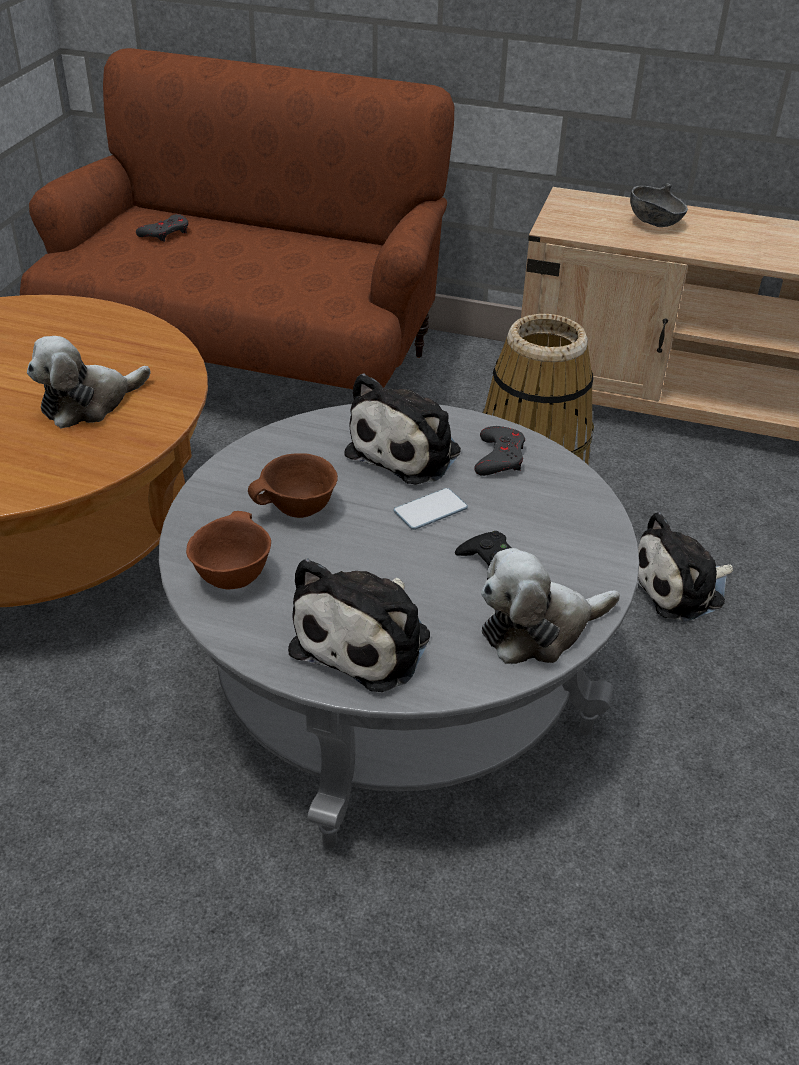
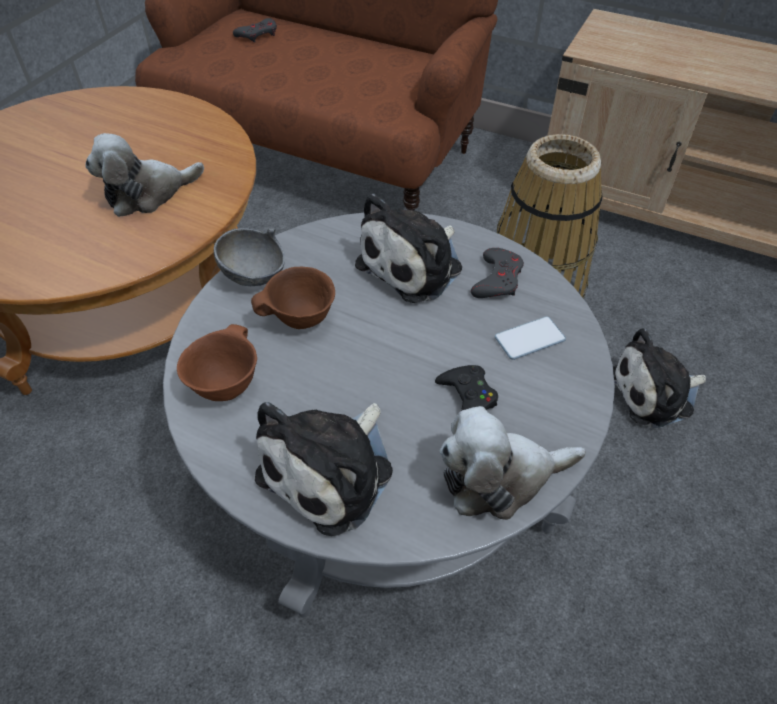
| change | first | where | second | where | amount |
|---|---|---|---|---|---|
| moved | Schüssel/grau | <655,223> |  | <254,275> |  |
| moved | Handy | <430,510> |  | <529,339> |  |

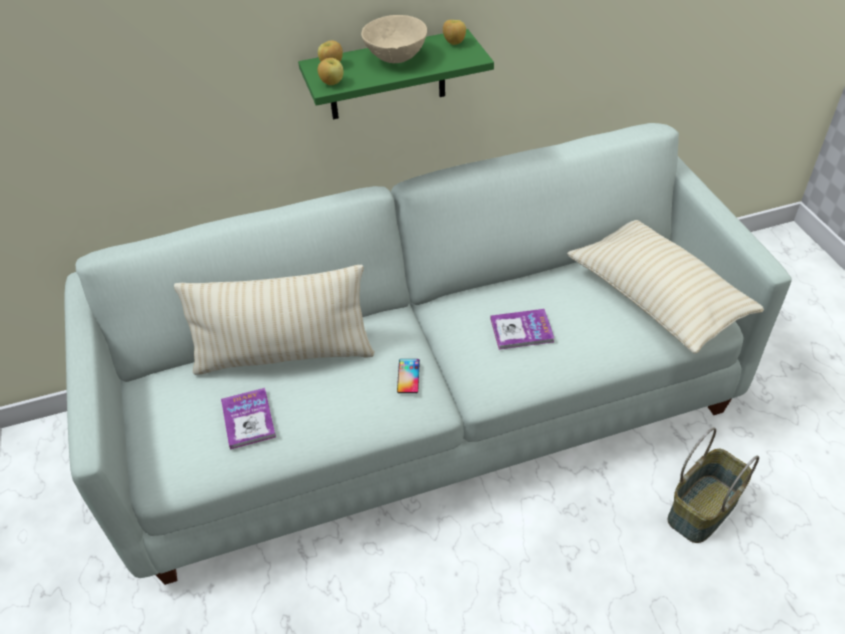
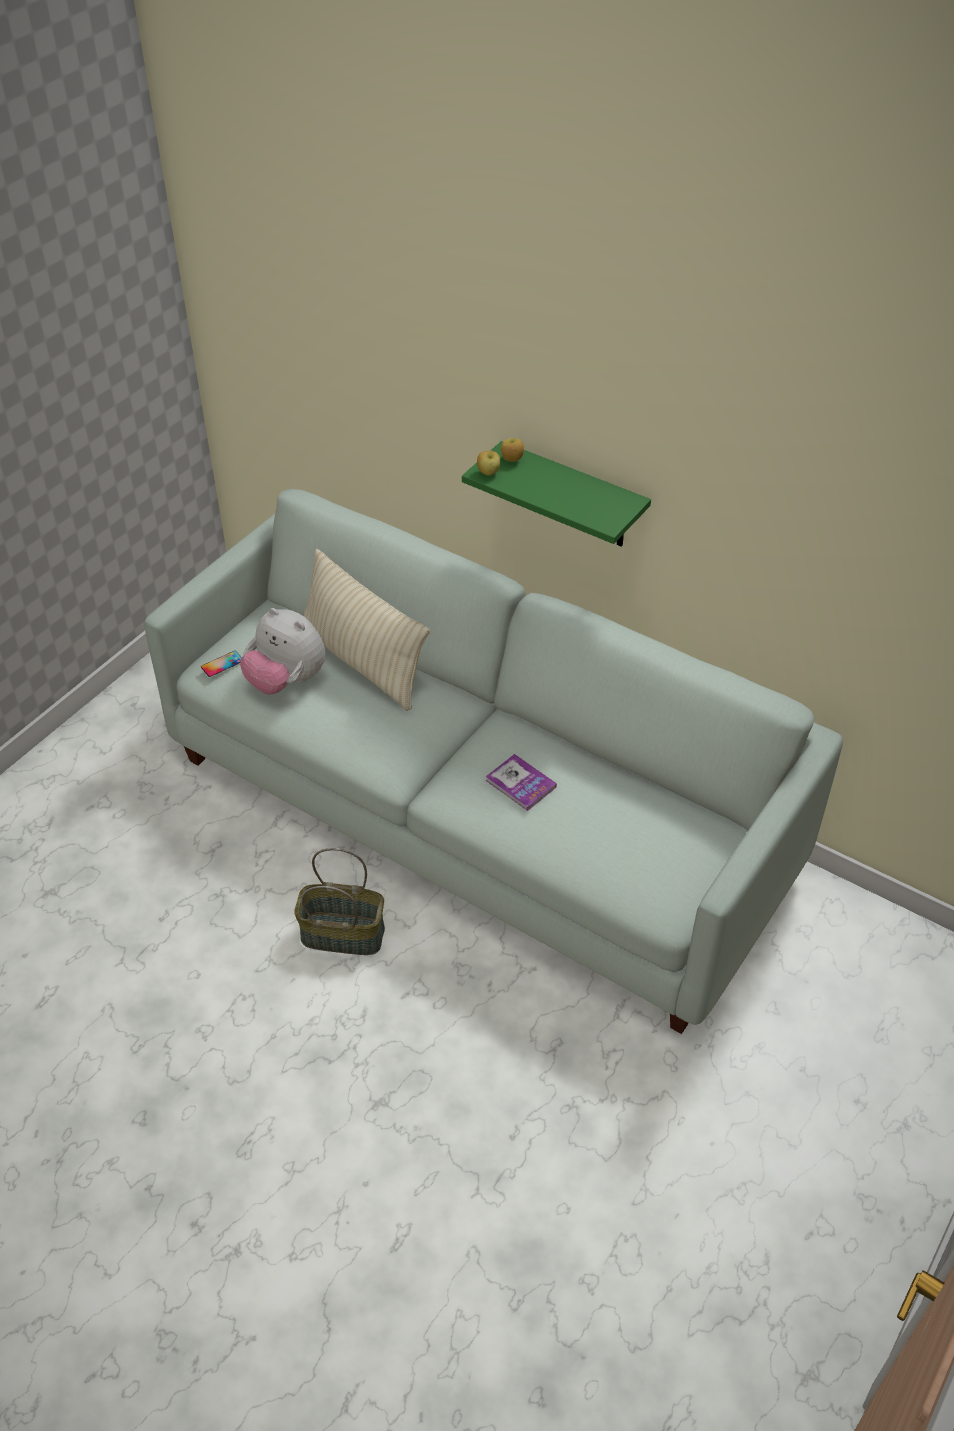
| change | first | where | second | where | amount |
|---|---|---|---|---|---|
| removed | Schüssel/beige | <395,58> |  |  |  |
| removed | Apfel | <454,43> |  |  |  |
| removed | Kissen/beige | <656,298> |  |  |  |
| moved | Handy | <408,376> |  | <222,664> |  |
| replaced | Buch | <248,419> | Plüschtier | <286,681> |  |
| moved | Korb | <702,507> |  | <343,933> |  |

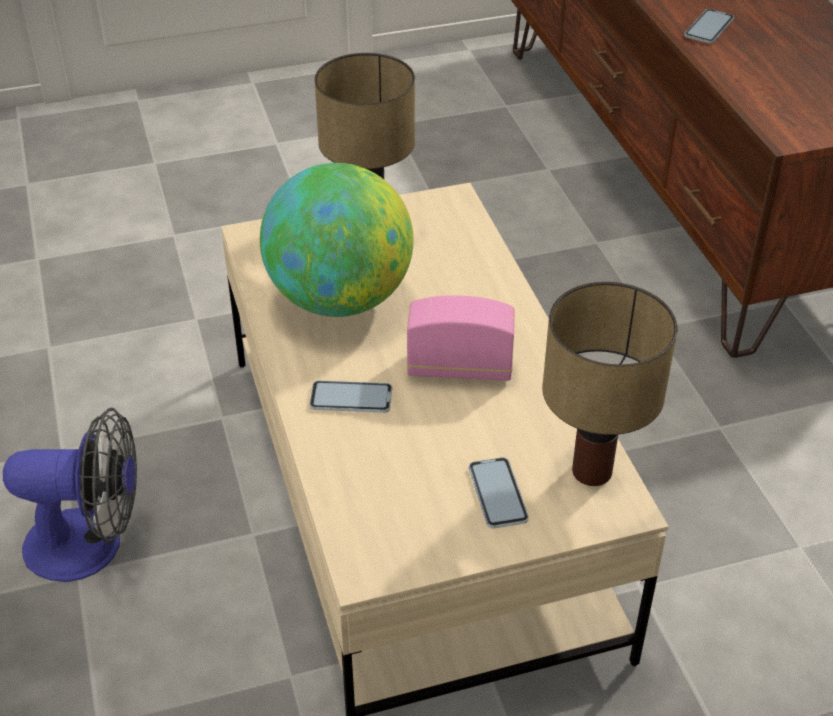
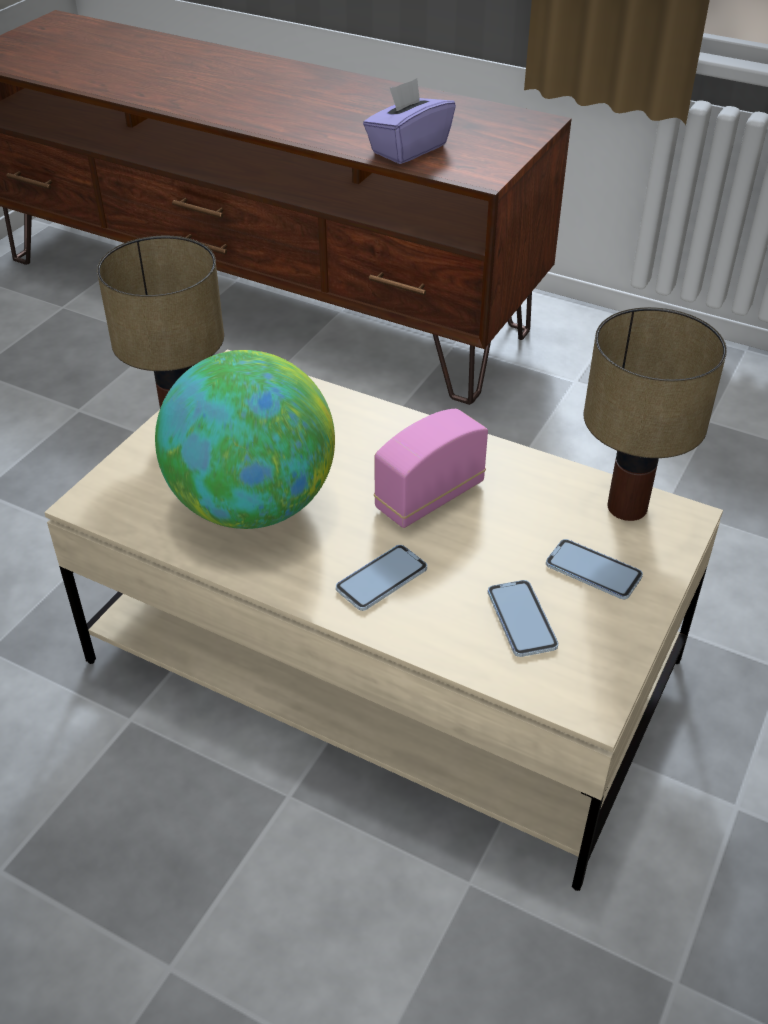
| change | first | where | second | where | amount |
|---|---|---|---|---|---|
| moved | Handy | <709,28> |  | <521,619> |  |
| removed | Ventilator | <91,544> |  |  |  |
| added |  |  | Taschentuchbox/lila | <408,149> |  |

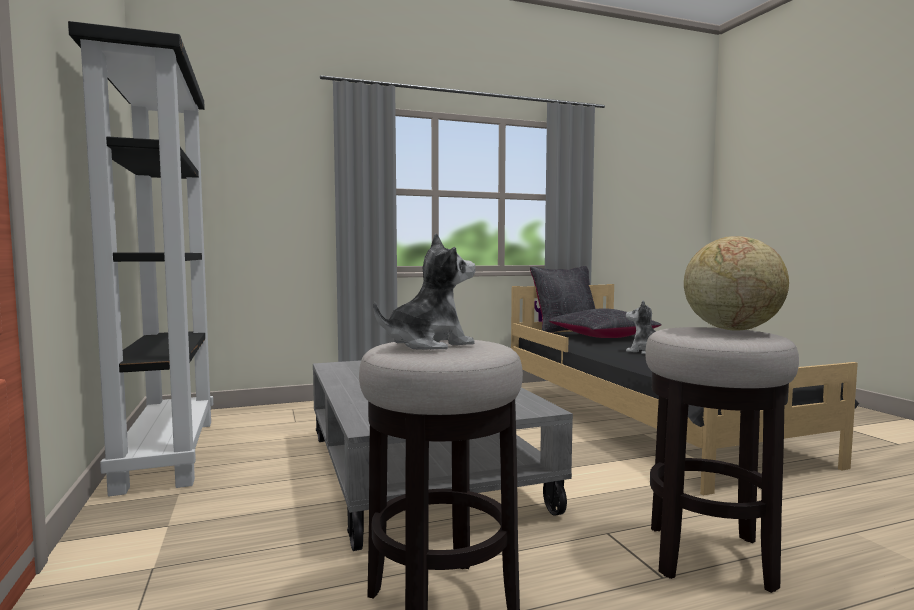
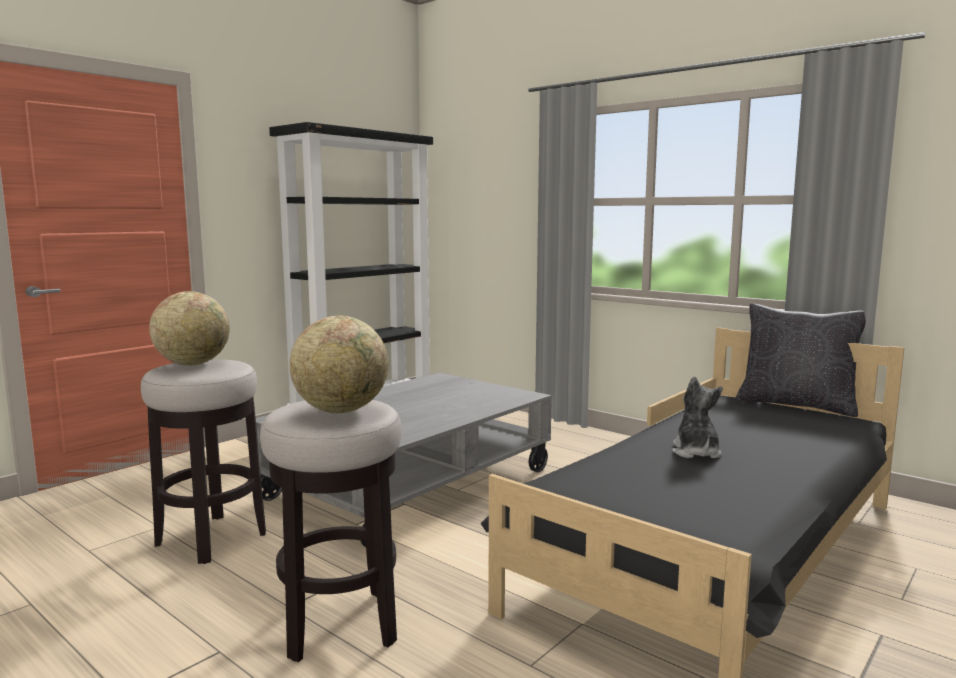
| change | first | where | second | where | amount |
|---|---|---|---|---|---|
| replaced | Plüschtier | <428,344> | Globus | <193,364> |  |
| removed | Kissen/schwarz | <602,337> |  |  |  |

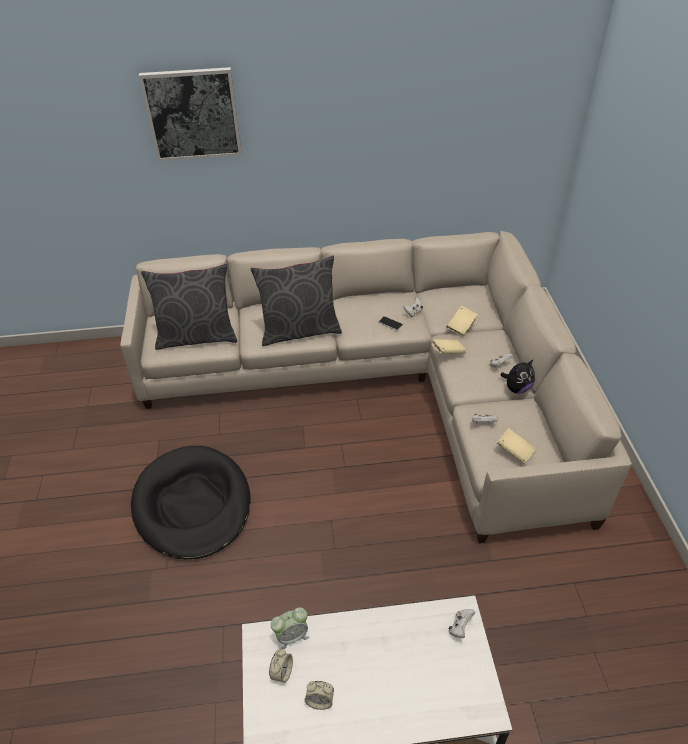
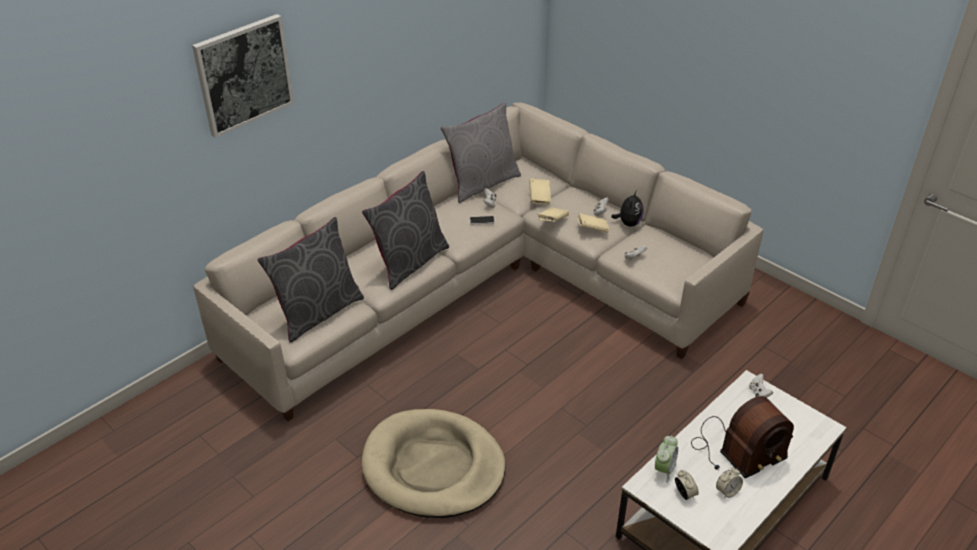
| change | first | where | second | where | amount |
|---|---|---|---|---|---|
| moved | Buch/beige | <514,452> |  | <592,229> |  |
| recoloured | Hundebett/schwarz | <192,505> | Hundebett/beige | <433,467> |  |
| added |  |  | Kissen/grau | <482,183> |  |
| added |  |  | Radio | <736,450> |  |

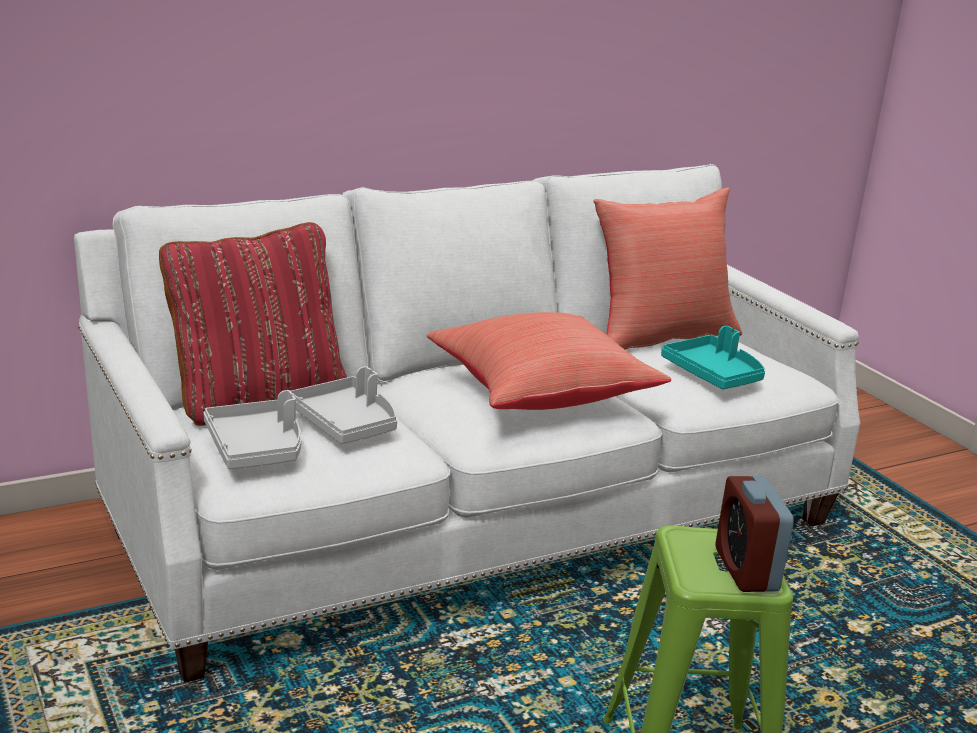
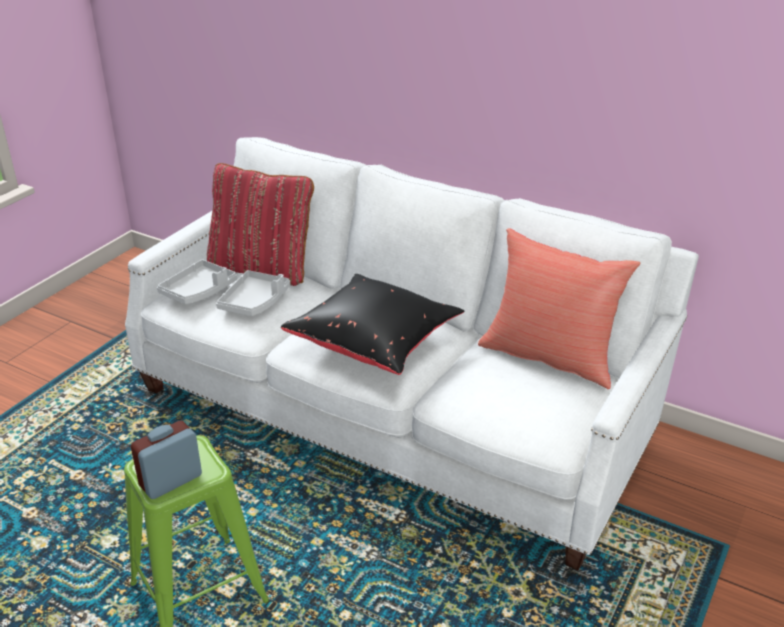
| change | first | where | second | where | amount |
|---|---|---|---|---|---|
| recoloured | Kissen/rot | <539,393> | Kissen/schwarz | <375,343> |  |
| removed | Tablett/türkis | <714,374> |  |  |  |

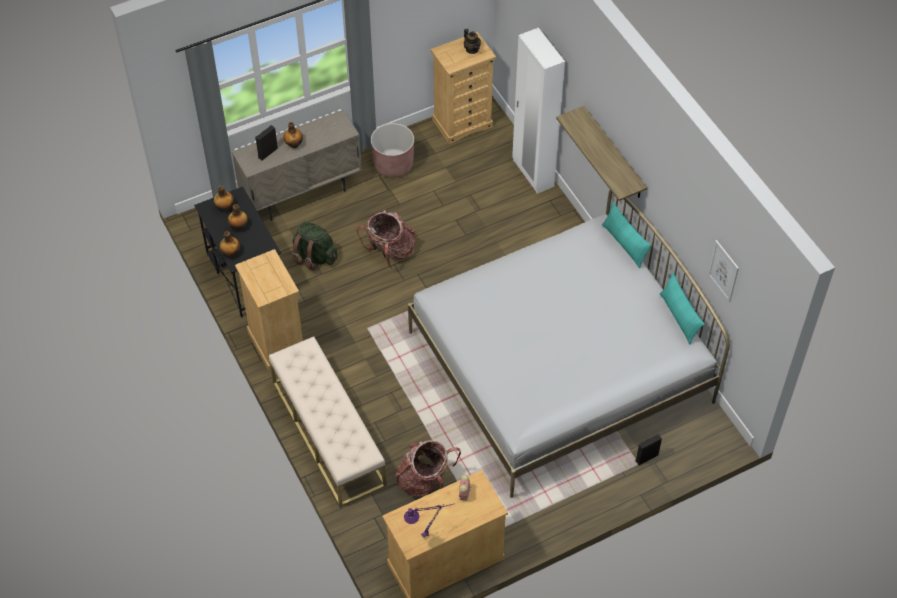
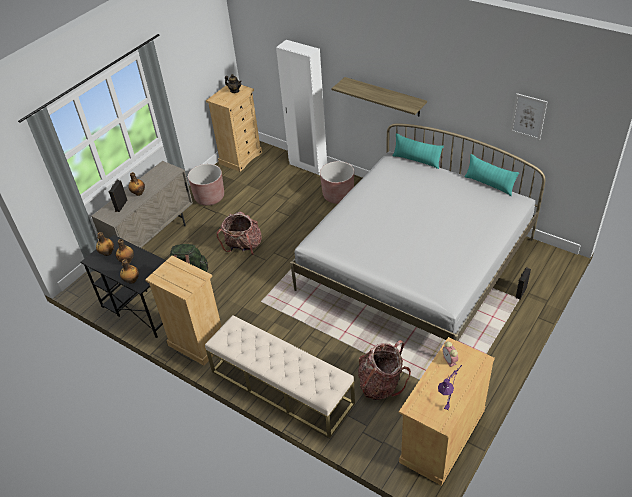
| change | first | where | second | where | amount |
|---|---|---|---|---|---|
| added |  |  | Pflanzkübel/braun | <338,195> |  |

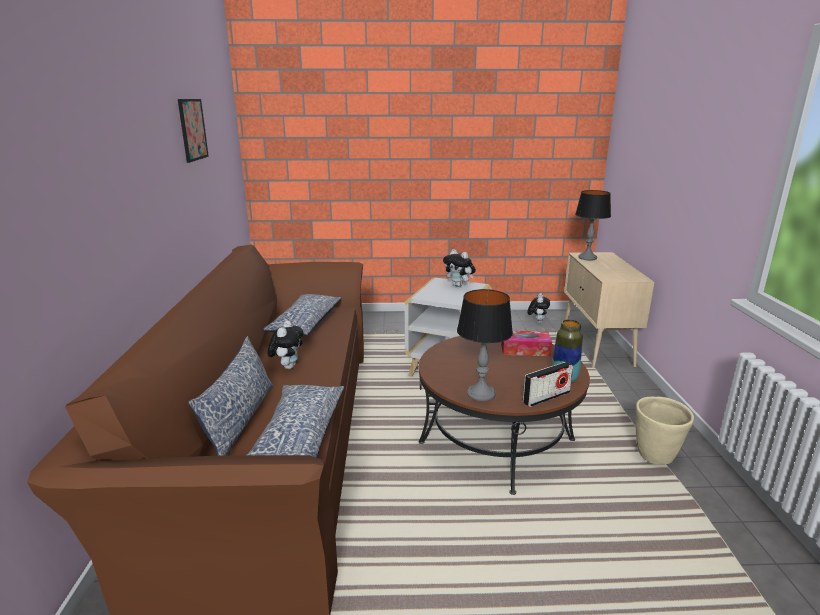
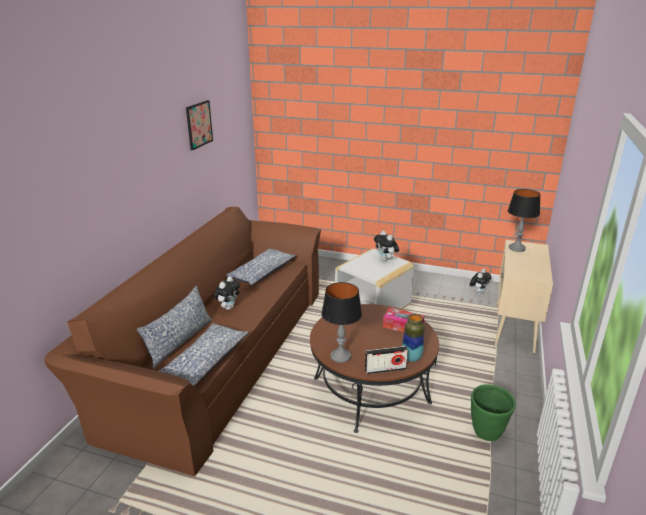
| change | first | where | second | where | amount |
|---|---|---|---|---|---|
| recoloured | Pflanzkübel/beige | <655,457> | Pflanzkübel/grün | <486,433> |  |

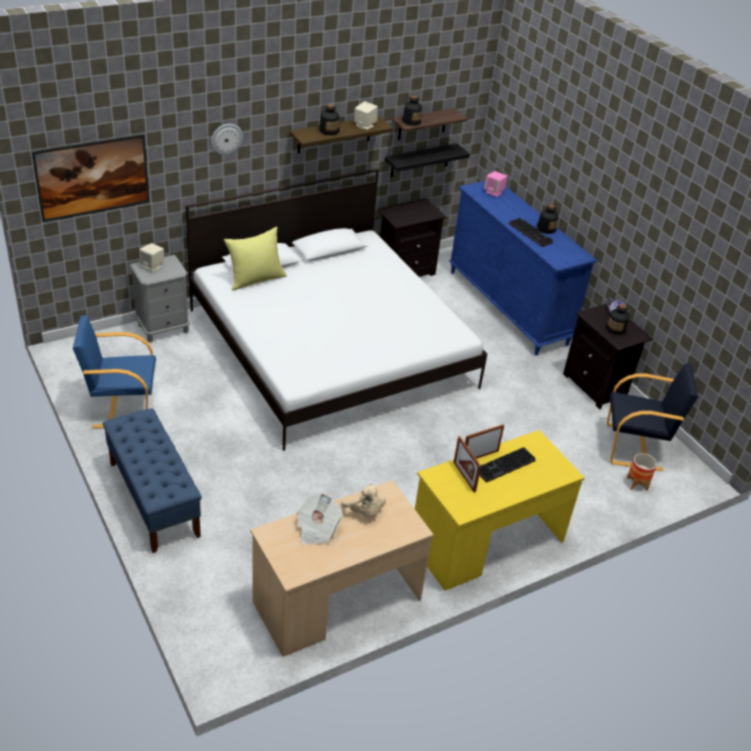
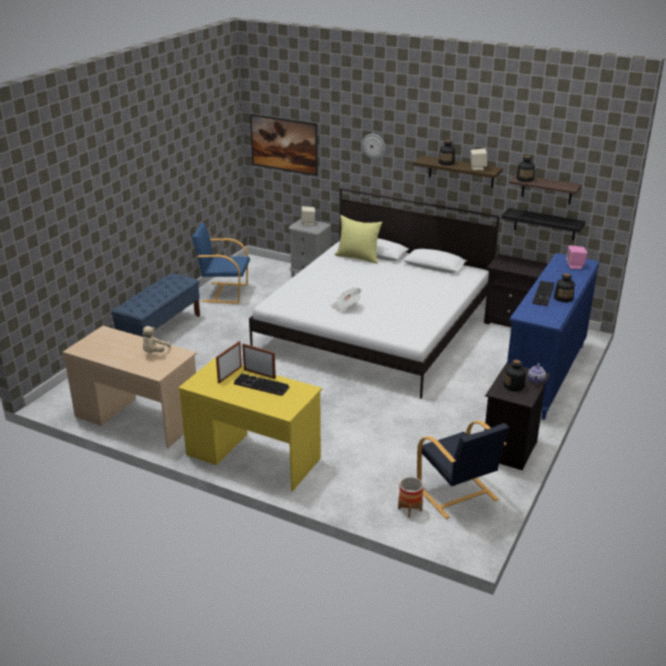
| change | first | where | second | where | amount |
|---|---|---|---|---|---|
| turned | Sessel/blau | <121,407> |  | <224,292> | 45 degrees counterclockwise |
| moved | Zeitung | <317,529> |  | <346,306> |  |

